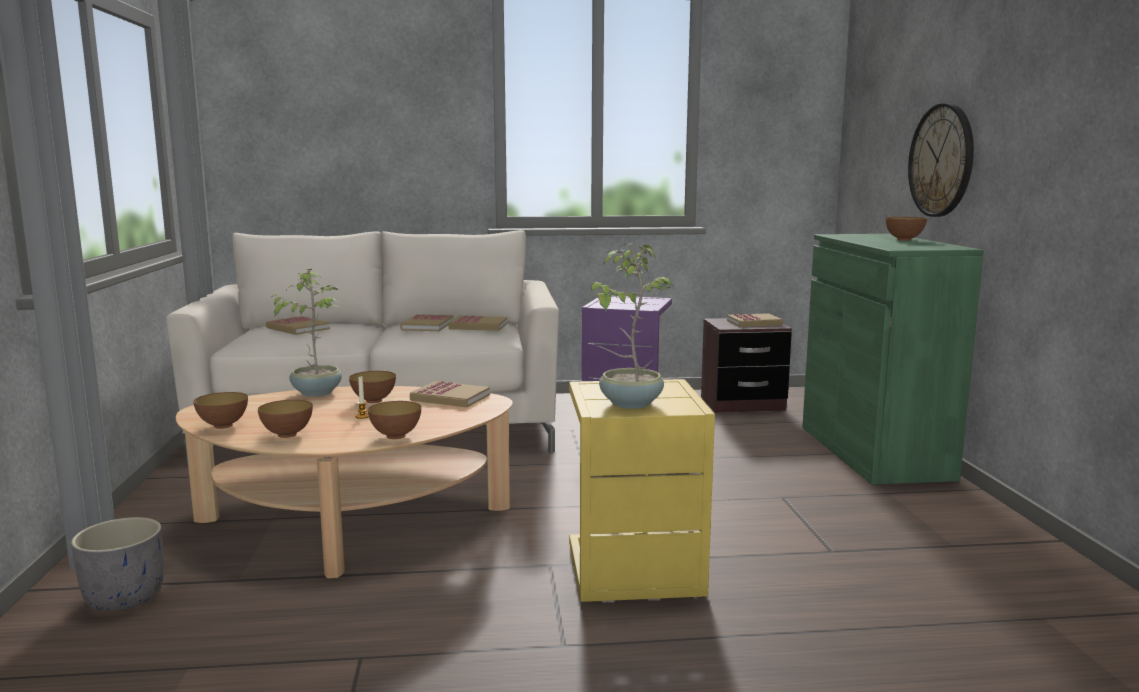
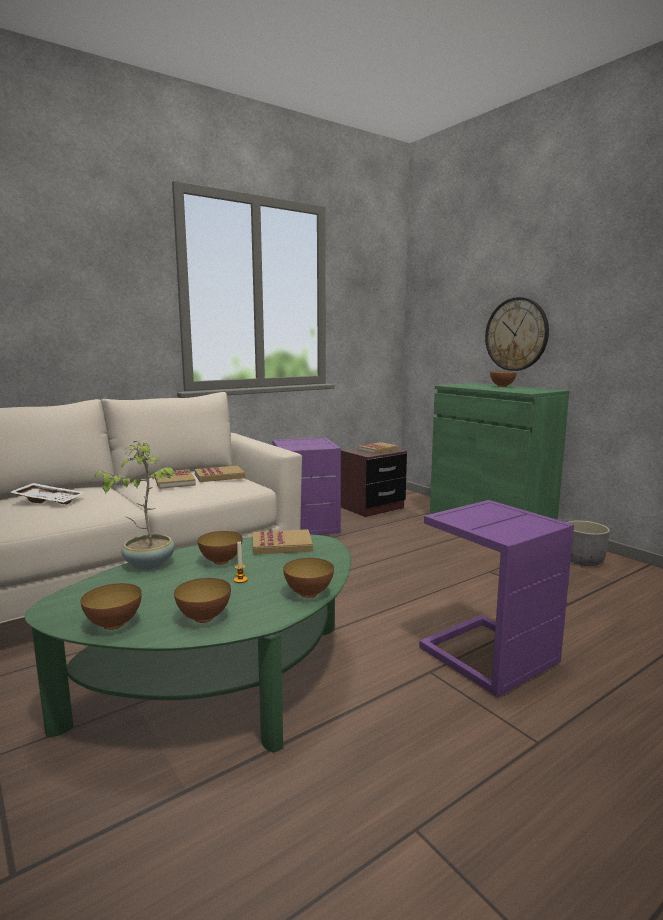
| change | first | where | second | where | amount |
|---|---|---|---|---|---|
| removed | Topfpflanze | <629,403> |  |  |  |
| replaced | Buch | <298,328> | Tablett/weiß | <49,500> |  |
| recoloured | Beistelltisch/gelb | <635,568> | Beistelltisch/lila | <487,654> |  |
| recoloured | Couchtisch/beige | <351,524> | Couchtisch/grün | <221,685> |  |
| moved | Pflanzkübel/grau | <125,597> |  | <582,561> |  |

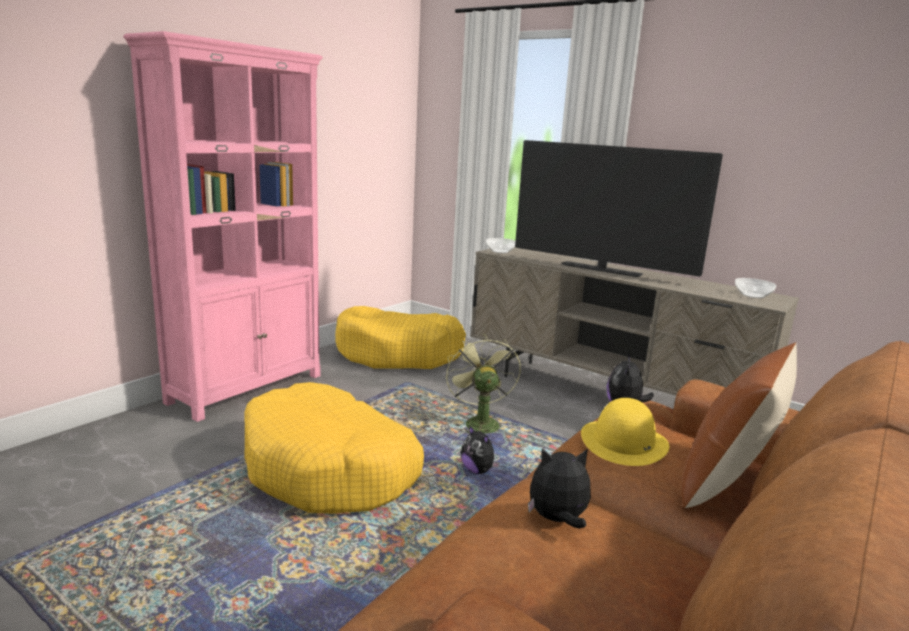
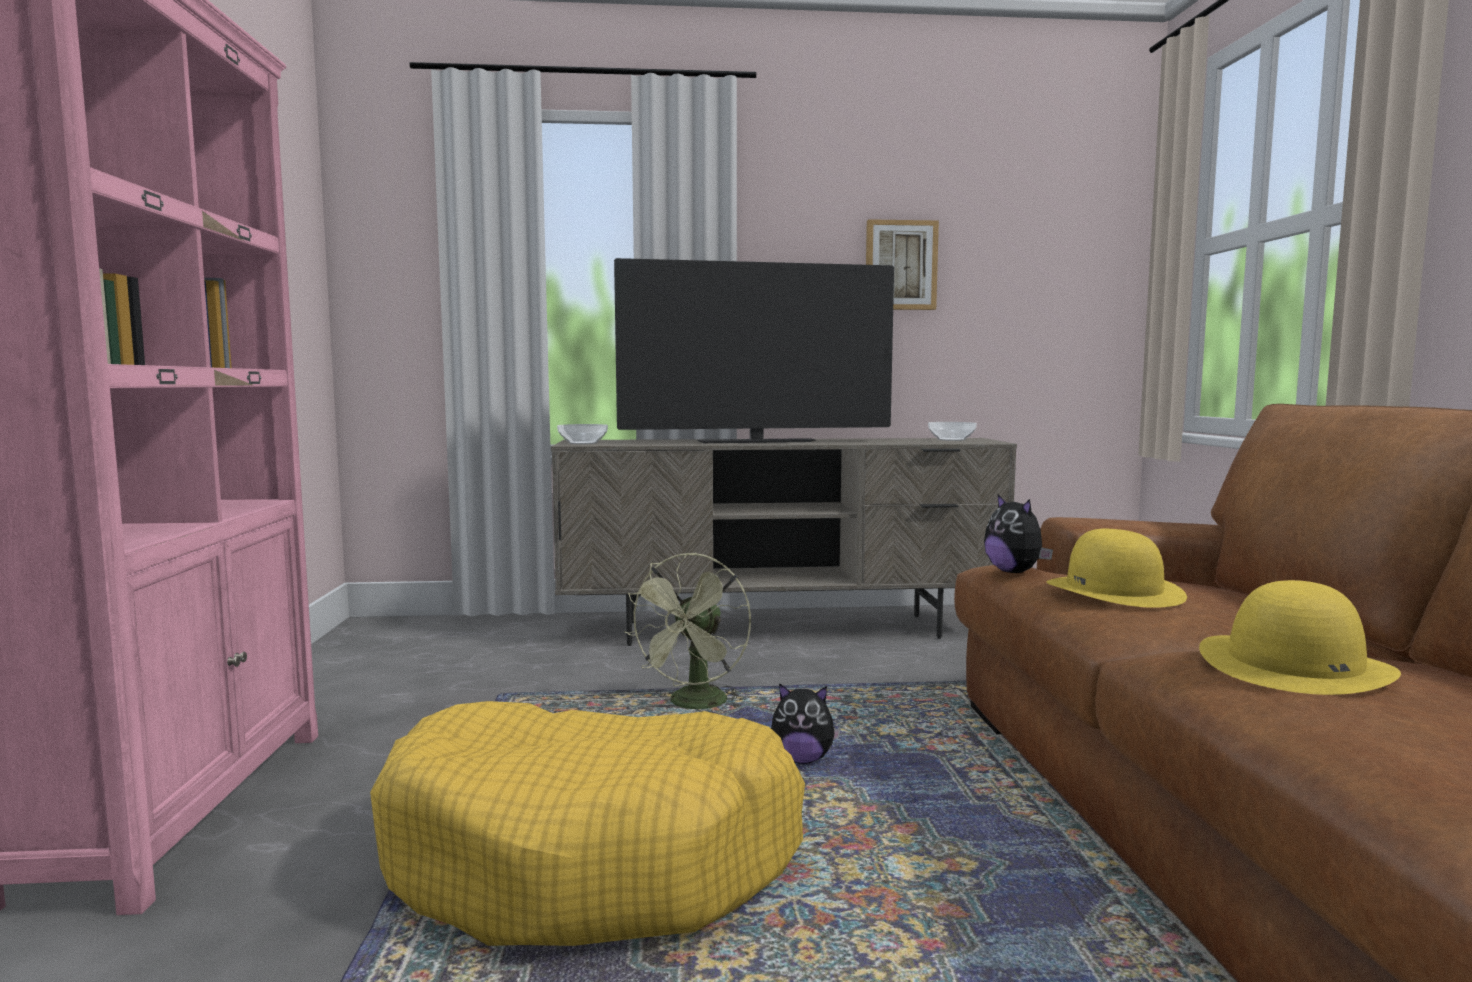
| change | first | where | second | where | amount |
|---|---|---|---|---|---|
| removed | Hundebett/gelb | <399,354> |  |  |  |
| turned | Ventilator/grün | <479,422> |  | <695,705> | 105 degrees counterclockwise |
| removed | Kissen/braun | <727,483> |  |  |  |
| replaced | Plüschtier | <557,520> | Hut/gelb | <1294,666> |  |
| added |  |  | Bild | <900,265> |  |

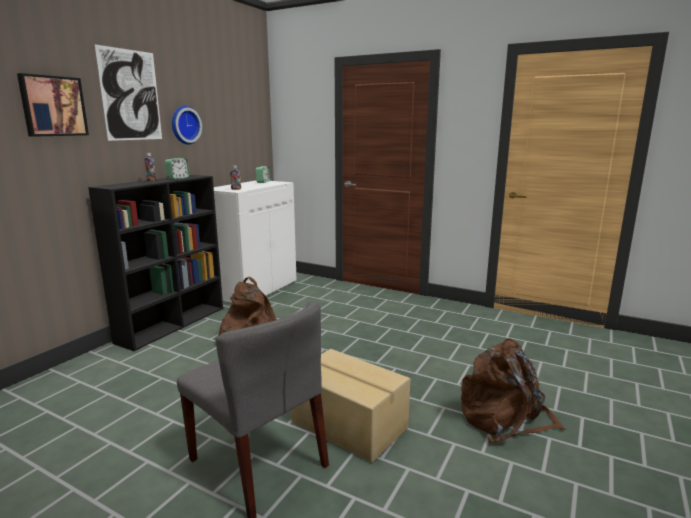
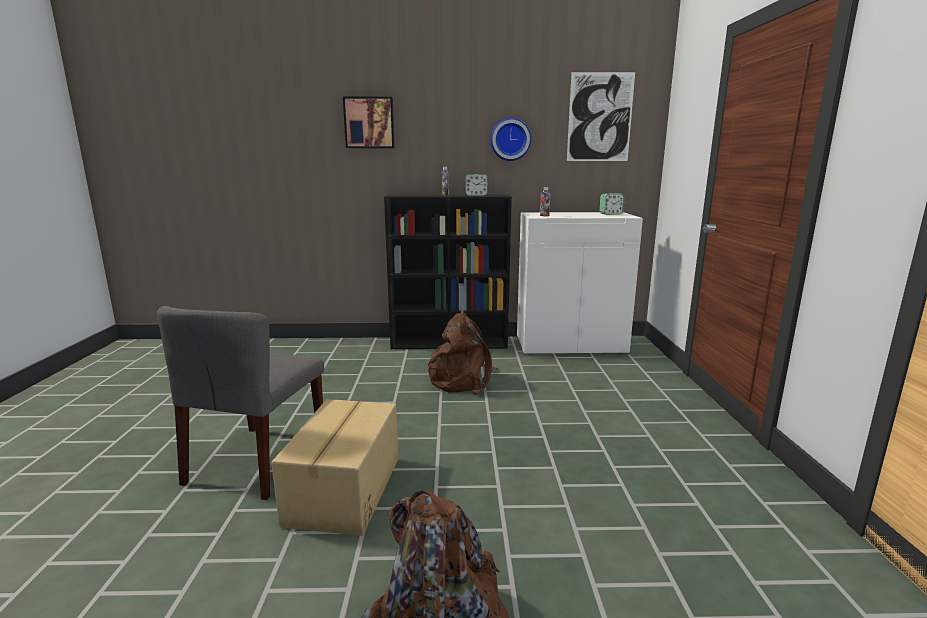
| change | first | where | second | where | amount |
|---|---|---|---|---|---|
| moved | Bild | <131,95> |  | <600,117> |  |

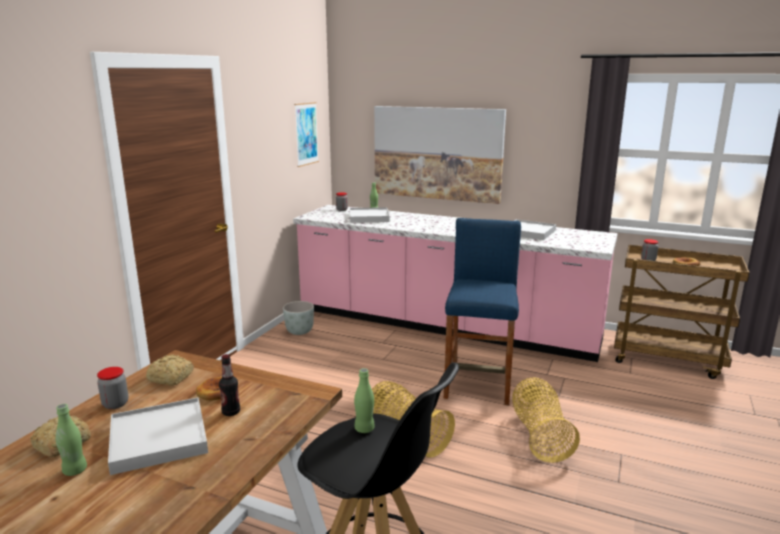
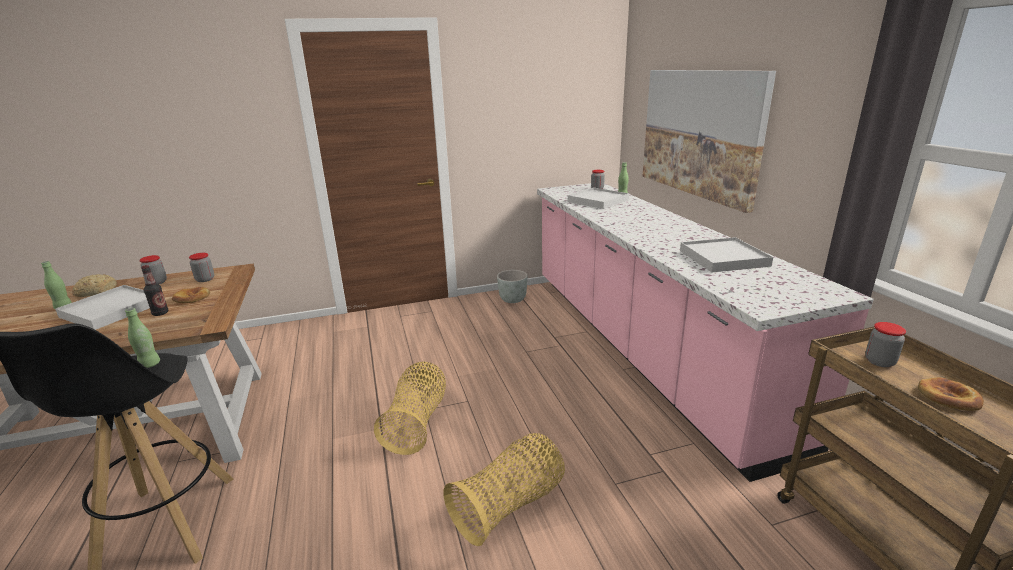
| change | first | where | second | where | amount |
|---|---|---|---|---|---|
| removed | Bild | <306,134> |  |  |  |
| removed | Hocker/blau | <479,381> |  |  |  |
| replaced | Brot | <171,378> | Vorratsglas | <205,279> |  |

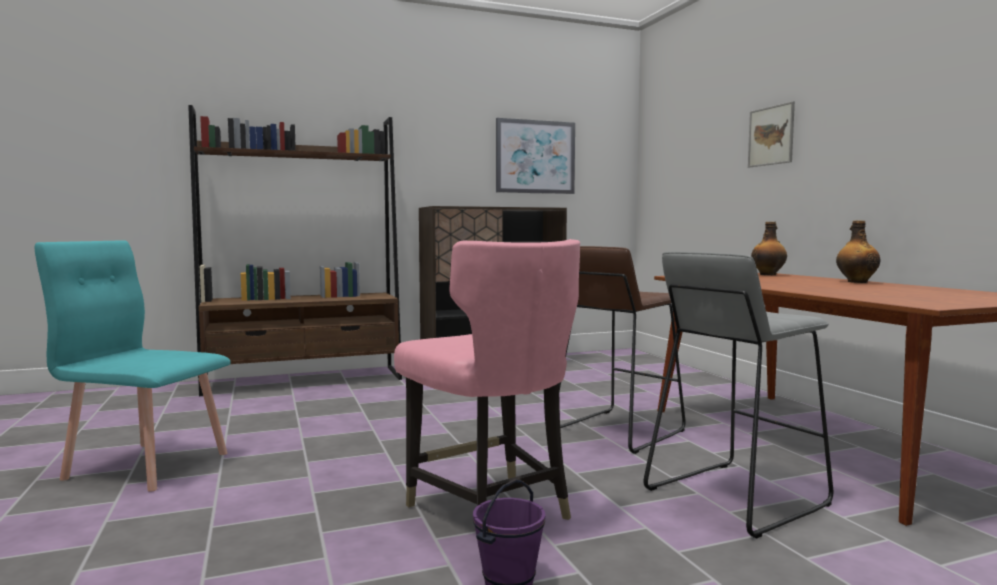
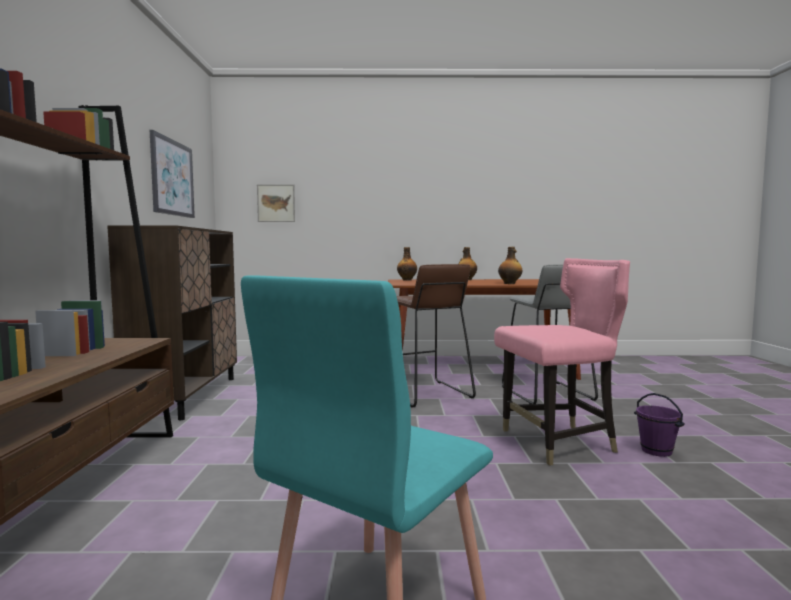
| change | first | where | second | where | amount |
|---|---|---|---|---|---|
| moved | Bild | <771,136> |  | <276,203> |  |
| added |  |  | Flasche | <510,283> |  |

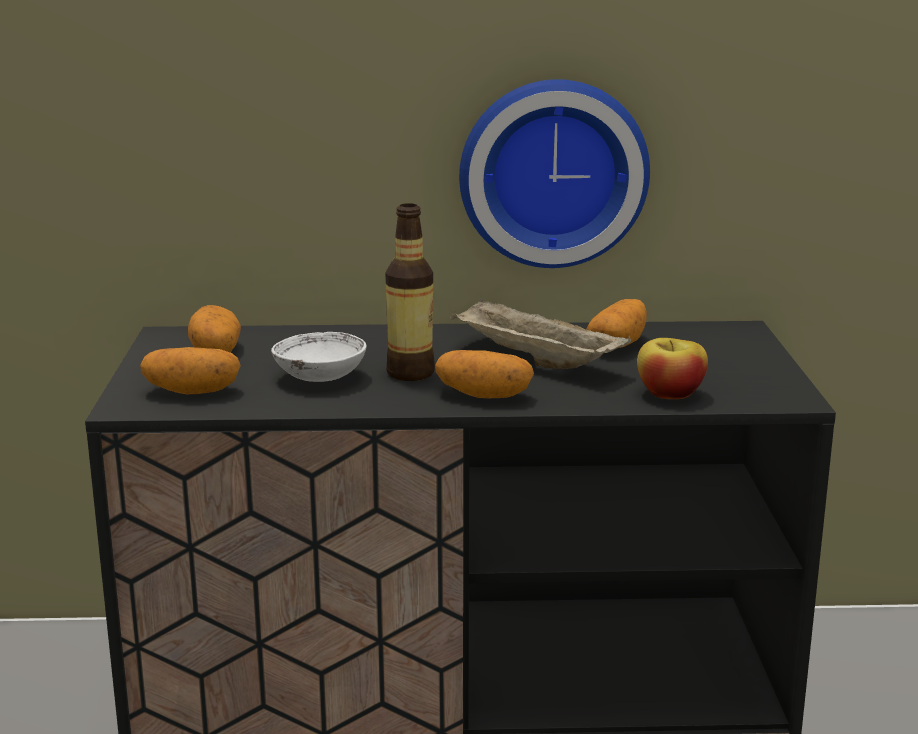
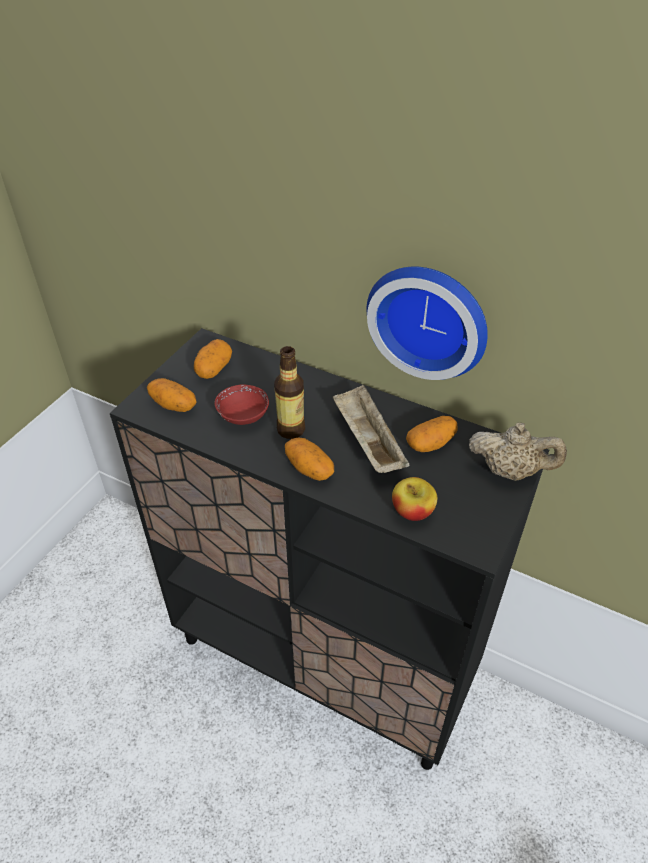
| change | first | where | second | where | amount |
|---|---|---|---|---|---|
| recoloured | Schüssel/weiß | <320,378> | Schüssel/rot | <243,415> |  |
| added |  |  | Teekanne/beige | <510,471> |  |

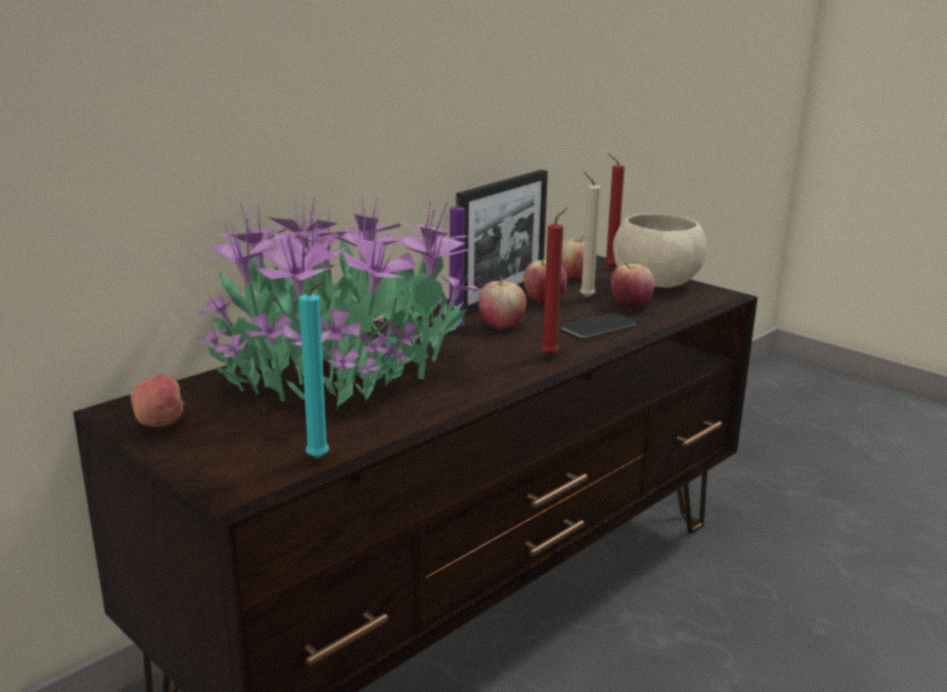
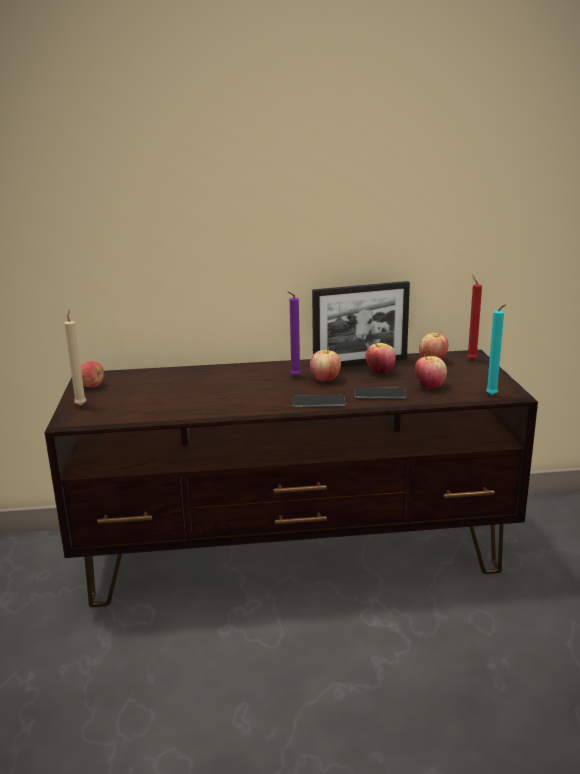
| change | first | where | second | where | amount |
|---|---|---|---|---|---|
| moved | Kerze/beige | <585,297> |  | <81,404> |  |
| removed | Topfpflanze | <340,373> |  |  |  |
| replaced | Kerze/rot | <551,354> | Handy | <318,402> |  |
| removed | Schüssel/beige | <655,283> |  |  |  |
| moved | Kerze/türkis | <320,459> |  | <492,396> |  |

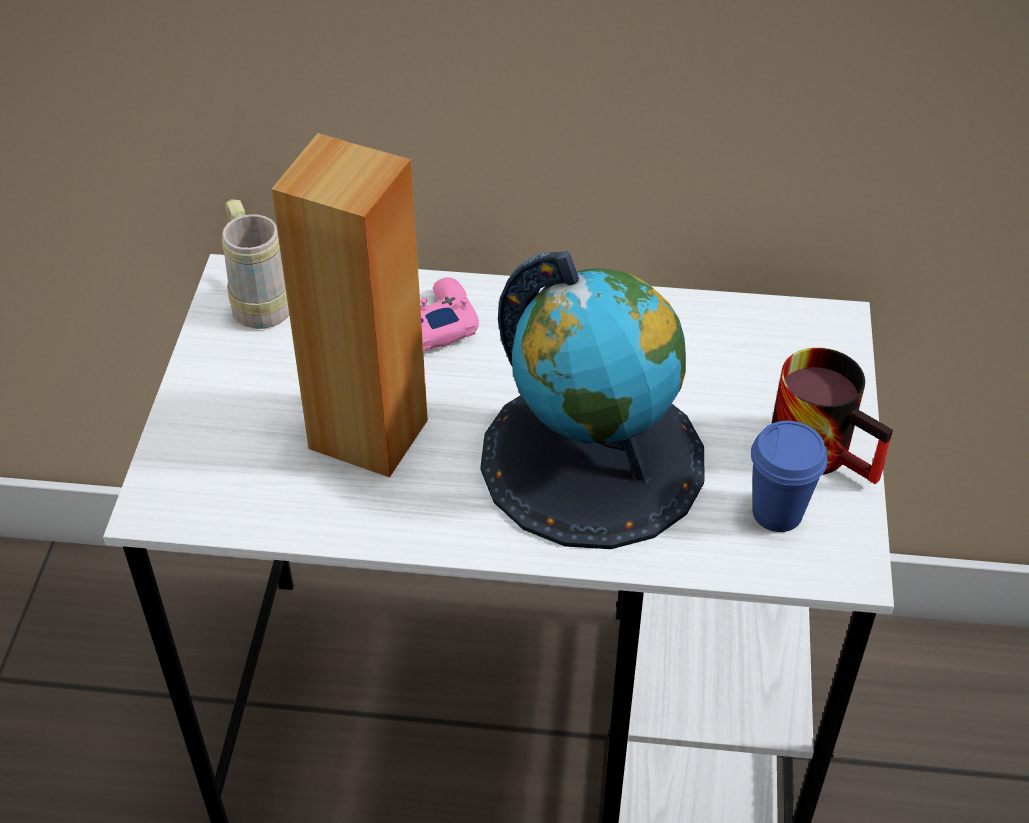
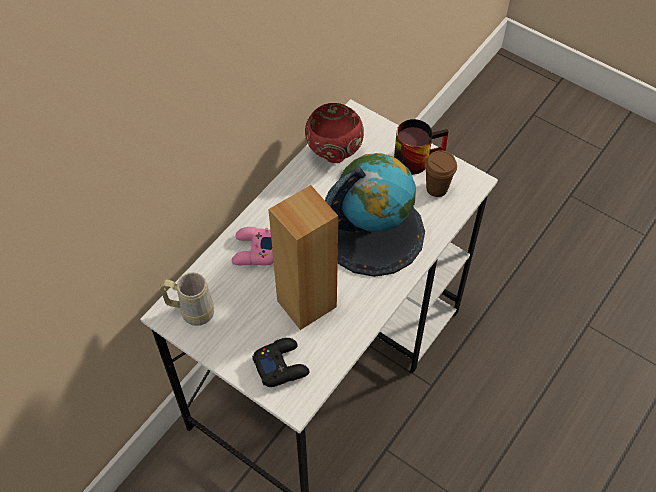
| change | first | where | second | where | amount |
|---|---|---|---|---|---|
| recoloured | Tasse/blau | <777,513> | Tasse/braun | <437,188> |  |
| added |  |  | Schüssel/rot | <333,154> |  |
| added |  |  | Gamepad/schwarz | <281,365> |  |

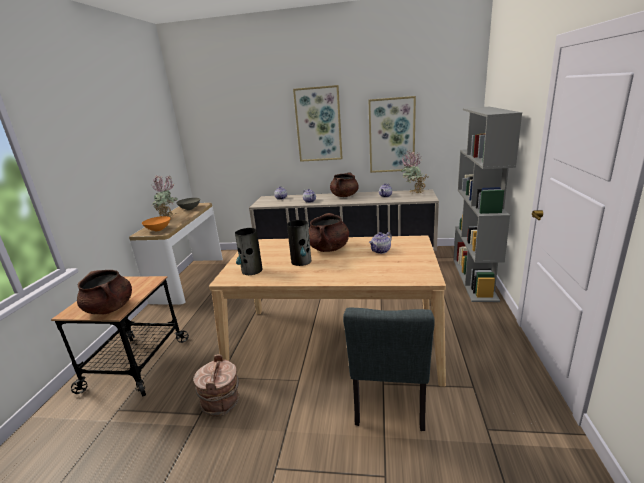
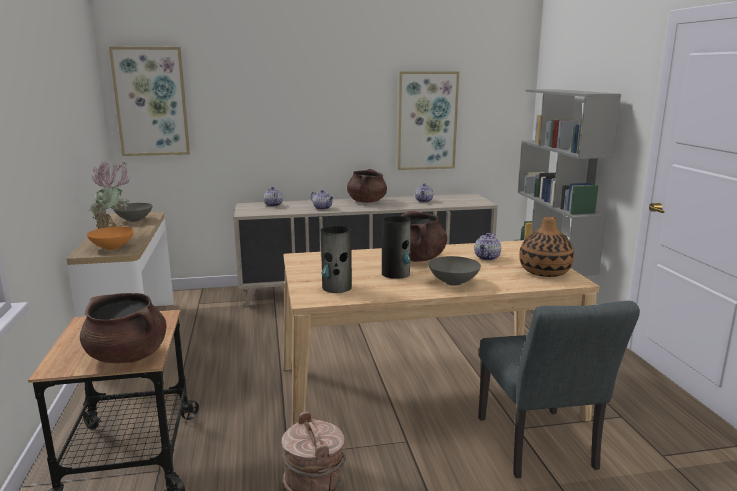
| change | first | where | second | where | amount |
|---|---|---|---|---|---|
| moved | Bild | <318,124> |  | <151,102> |  |
| removed | Topfpflanze | <413,193> |  |  |  |
| added |  |  | Vase | <545,272> |  |
| added |  |  | Schüssel/grau | <453,282> |  |

